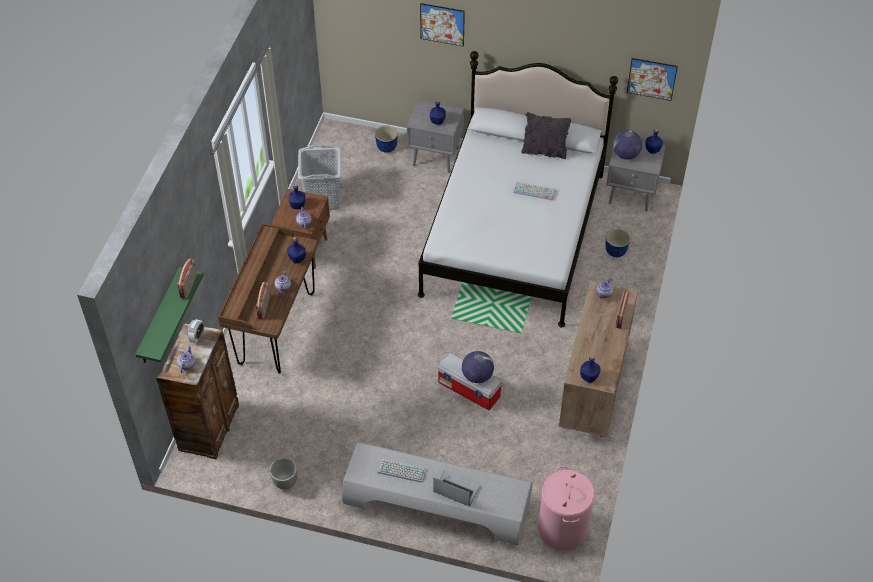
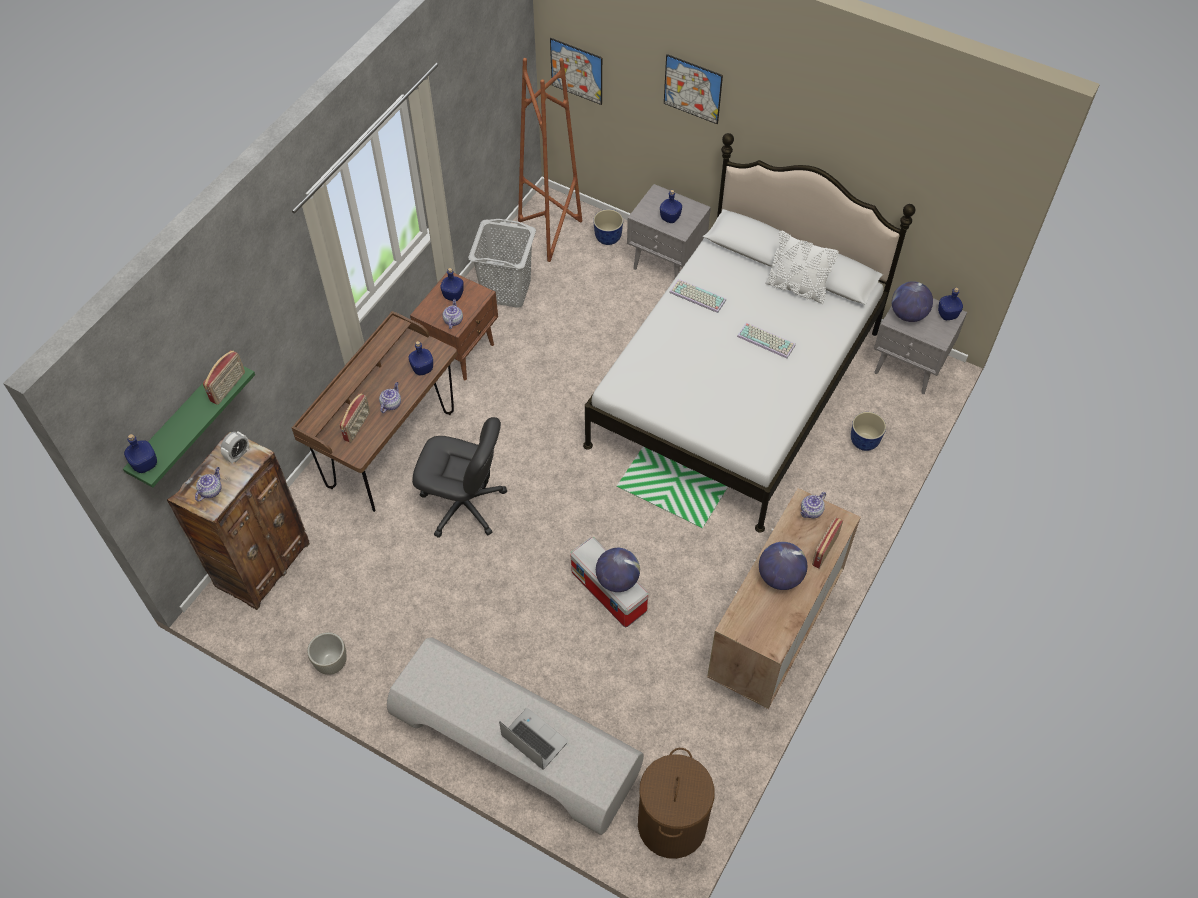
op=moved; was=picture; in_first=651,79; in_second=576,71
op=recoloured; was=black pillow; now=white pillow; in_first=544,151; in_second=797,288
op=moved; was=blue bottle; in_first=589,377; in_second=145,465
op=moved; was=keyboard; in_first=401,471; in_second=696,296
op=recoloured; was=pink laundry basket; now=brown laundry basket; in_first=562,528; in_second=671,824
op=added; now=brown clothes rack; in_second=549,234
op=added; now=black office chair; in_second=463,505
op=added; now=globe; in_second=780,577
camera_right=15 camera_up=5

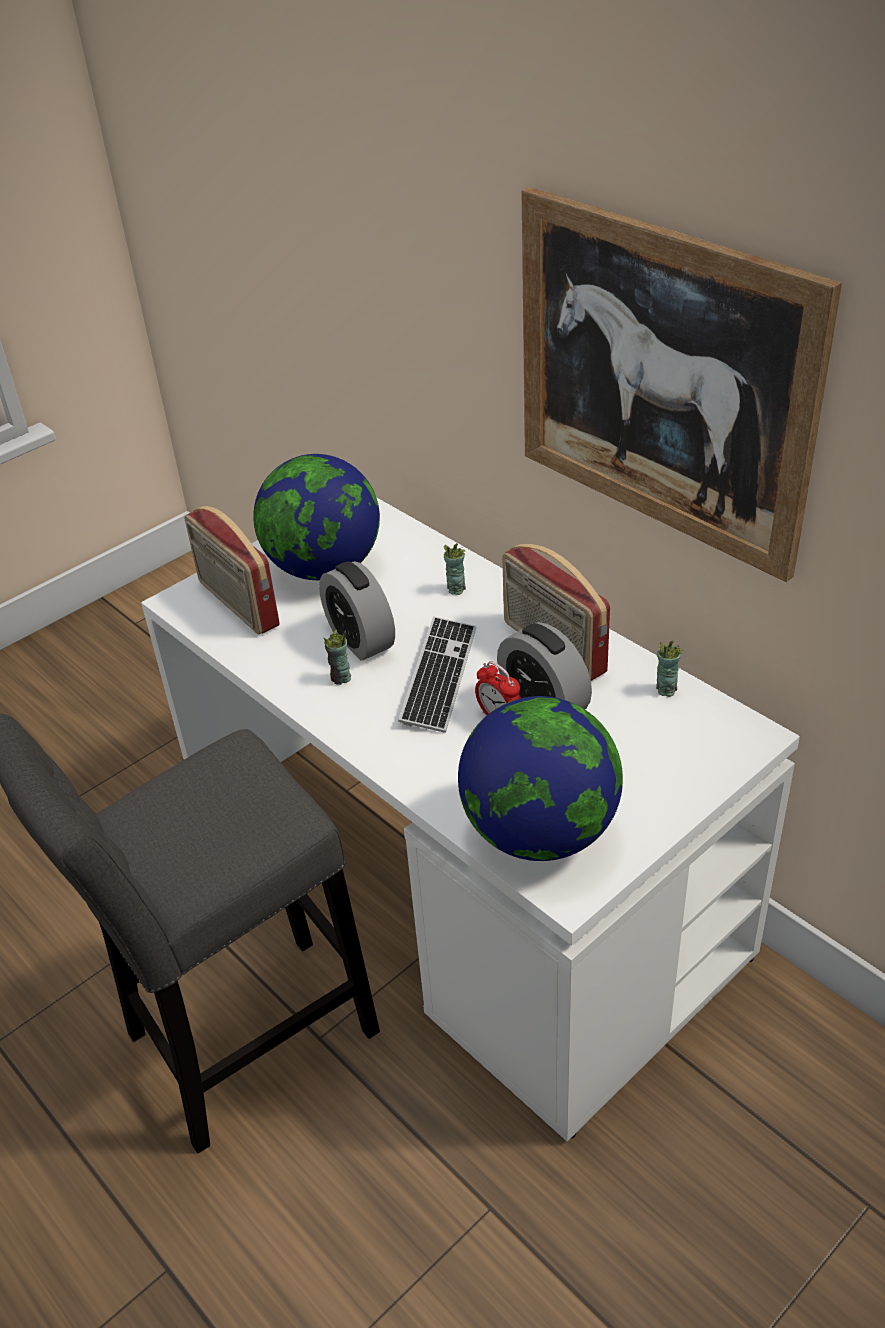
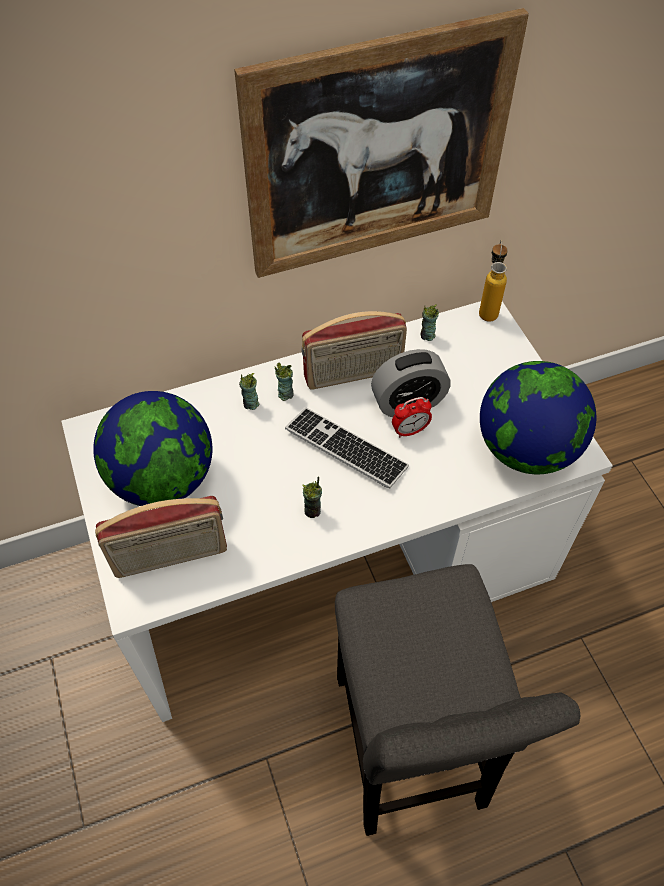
op=removed; was=alarm clock; in_first=360,639
op=added; now=bottle; in_second=488,309
op=added; now=cup; in_second=285,394
camera_right=-70 camera_up=15

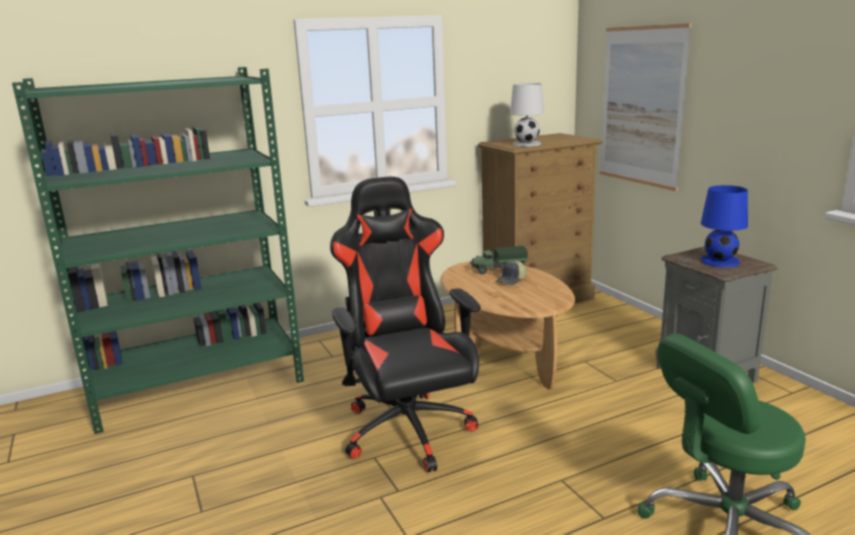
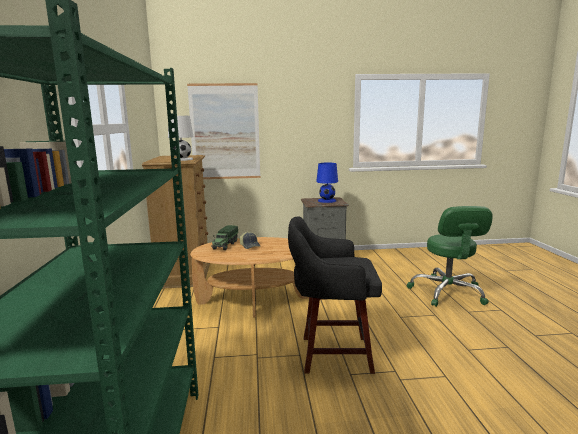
op=replaced; was=black office chair; now=black stool; in_first=410,437; in_second=332,354
camera_right=-70 camera_up=-5

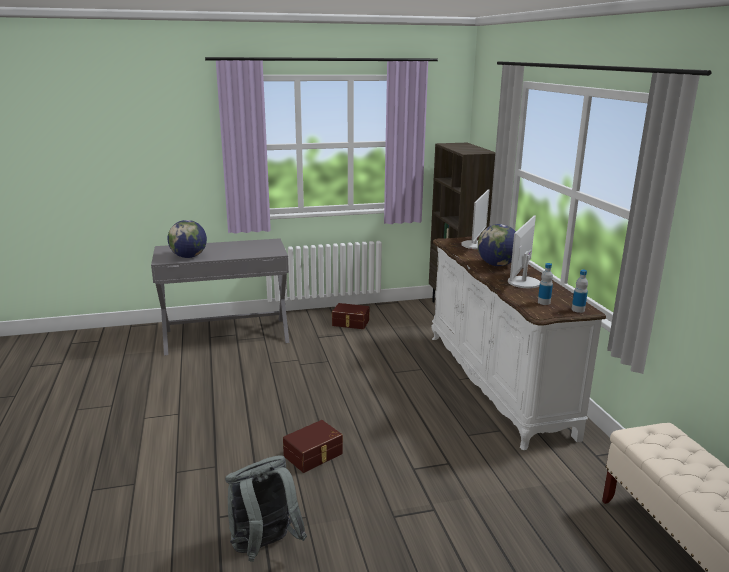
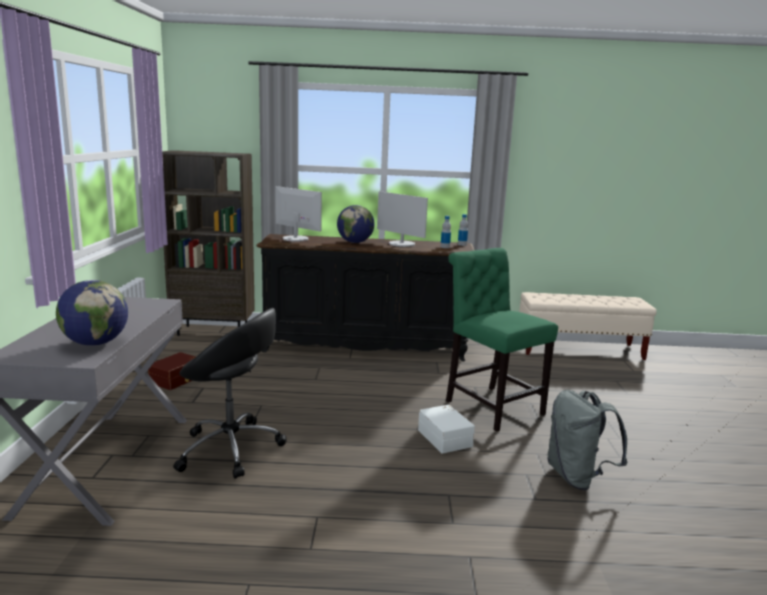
op=recoloured; was=white cabinet; now=black cabinet; in_first=493,382; in_second=365,348
op=recoloured; was=brown storage box; now=white storage box; in_first=314,455; in_second=446,438
op=added; now=green chair; in_second=490,406
op=added; now=black office chair; in_second=232,449
camera_right=-75 camera_up=-5

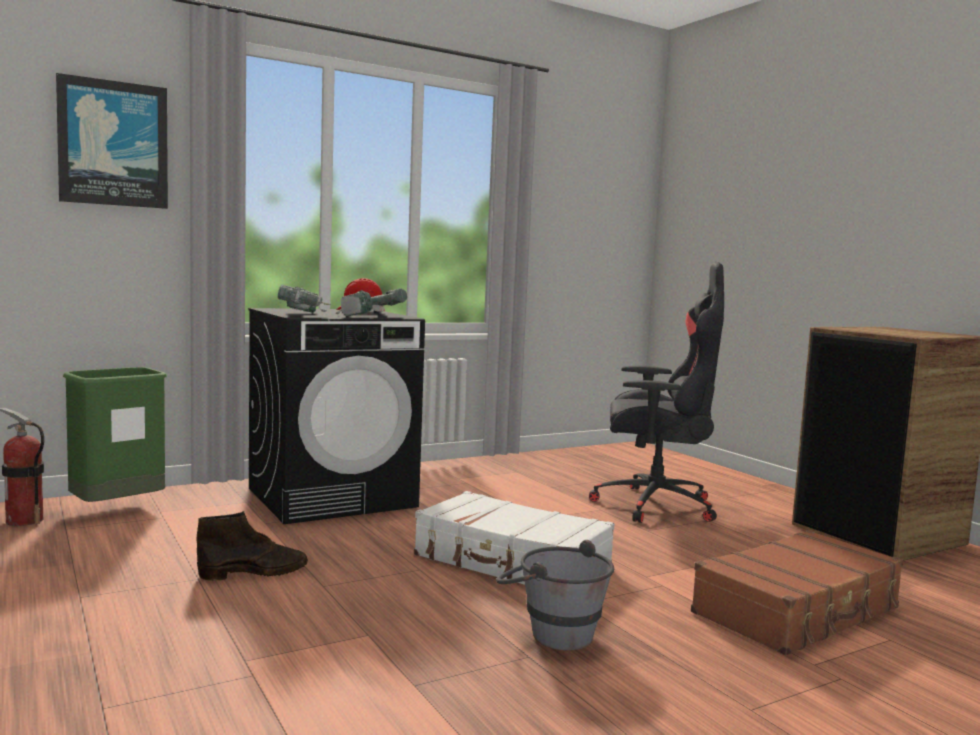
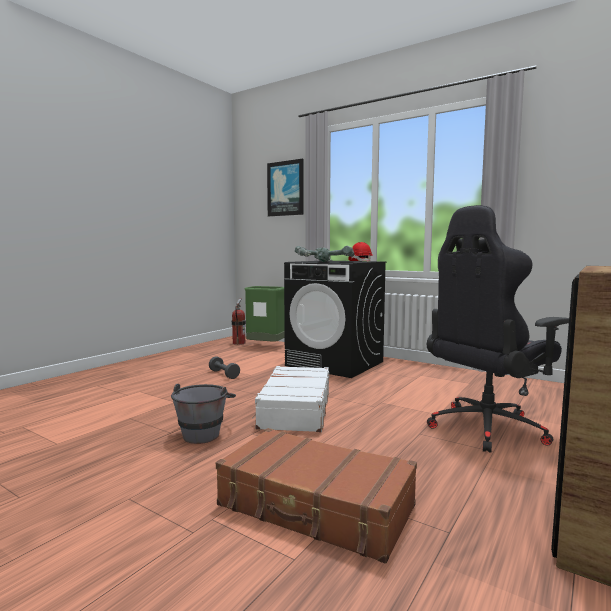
op=turned; was=black office chair; in_first=653,505; in_second=487,428; clockwise=75
op=replaced; was=brown boot; now=grey dumbbell; in_first=254,572; in_second=224,374
camera_right=65 camera_up=0

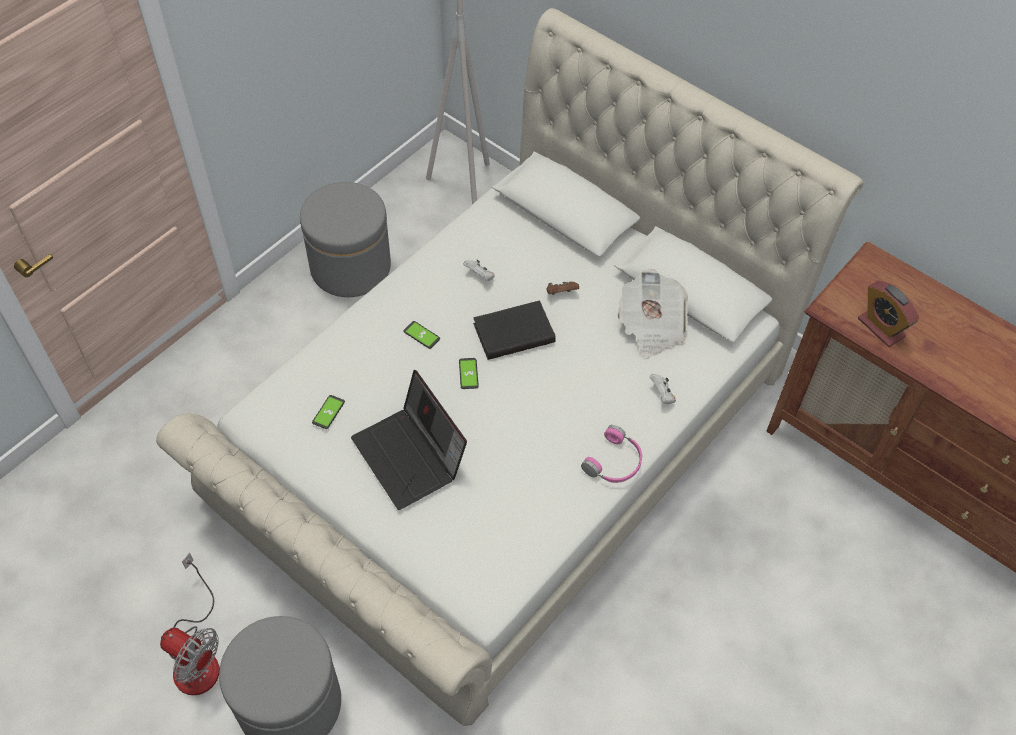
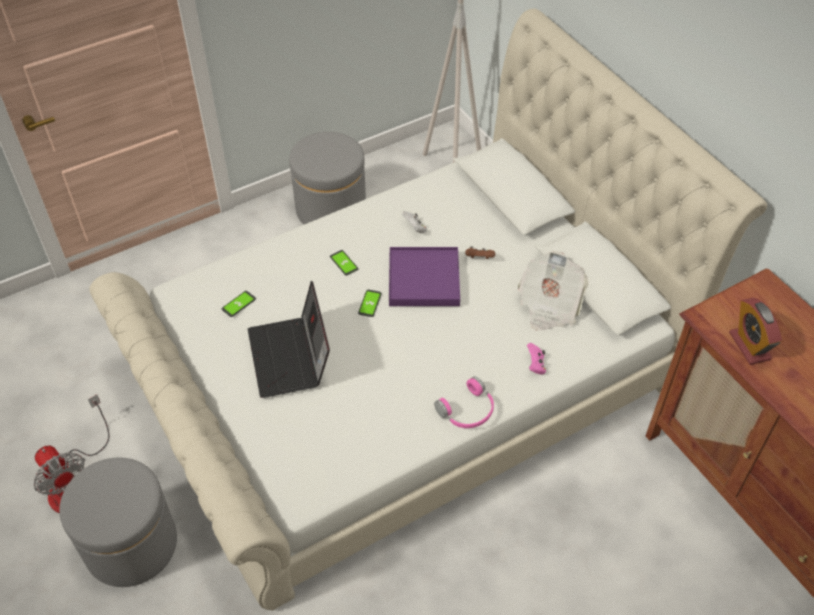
op=replaced; was=black book; now=purple tray; in_first=513,331; in_second=424,279
op=recoloured; was=white game controller; now=pink game controller; in_first=662,395; in_second=535,365
camera_right=20 camera_up=-5

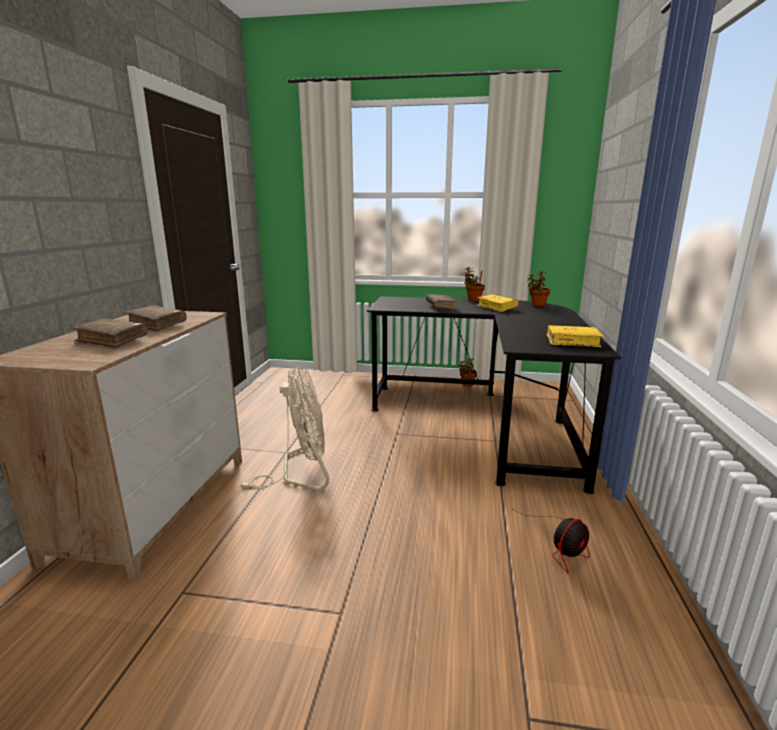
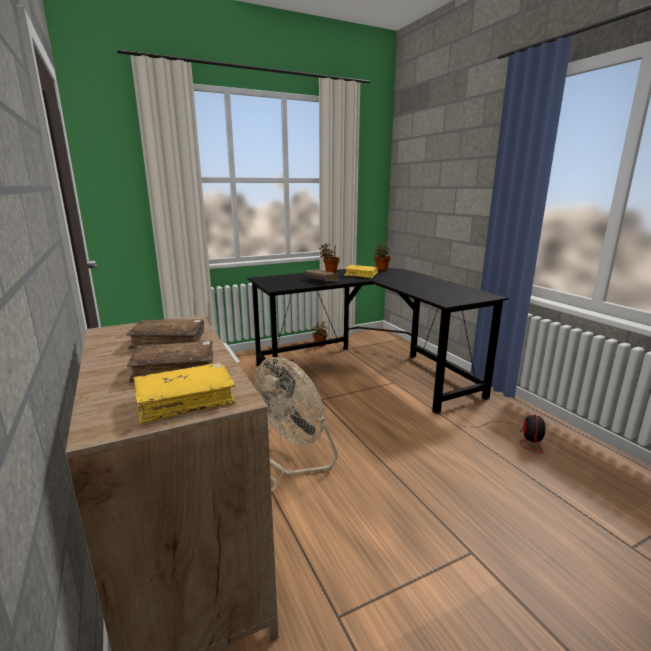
op=moved; was=yellow book; in_first=572,342; in_second=185,401
camera_right=-35 camera_up=0

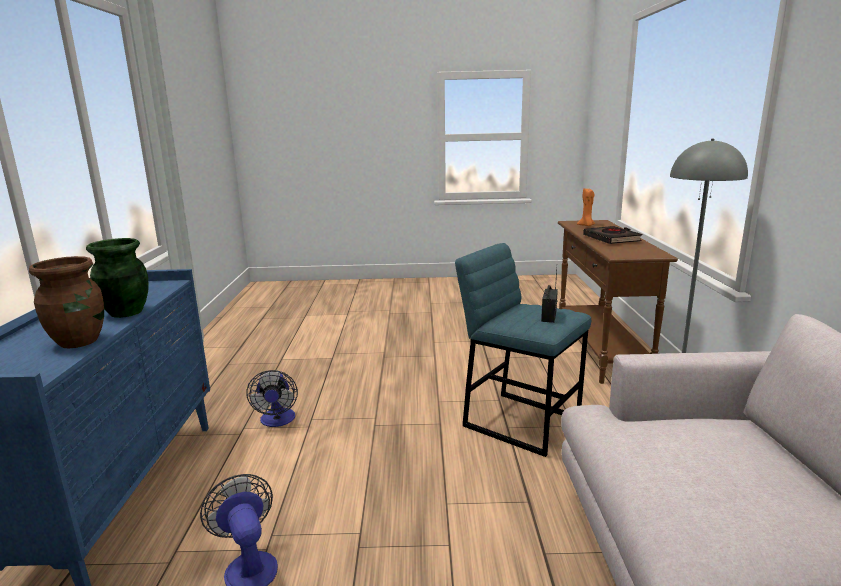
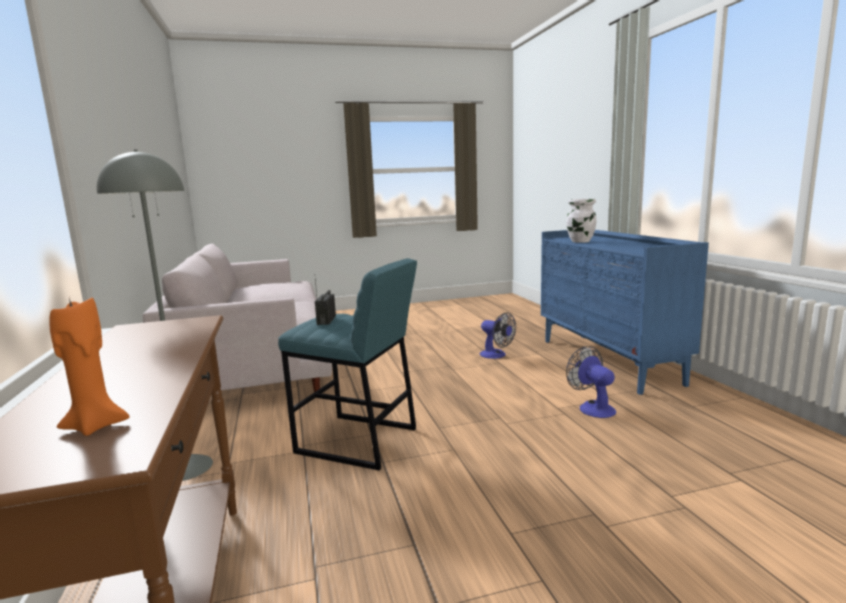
op=removed; was=black book; in_first=611,239
op=removed; was=green vase; in_first=126,313
op=recoloured; was=brown vase; now=white vase; in_first=80,341; in_second=580,241
camera_right=165 camera_up=-5

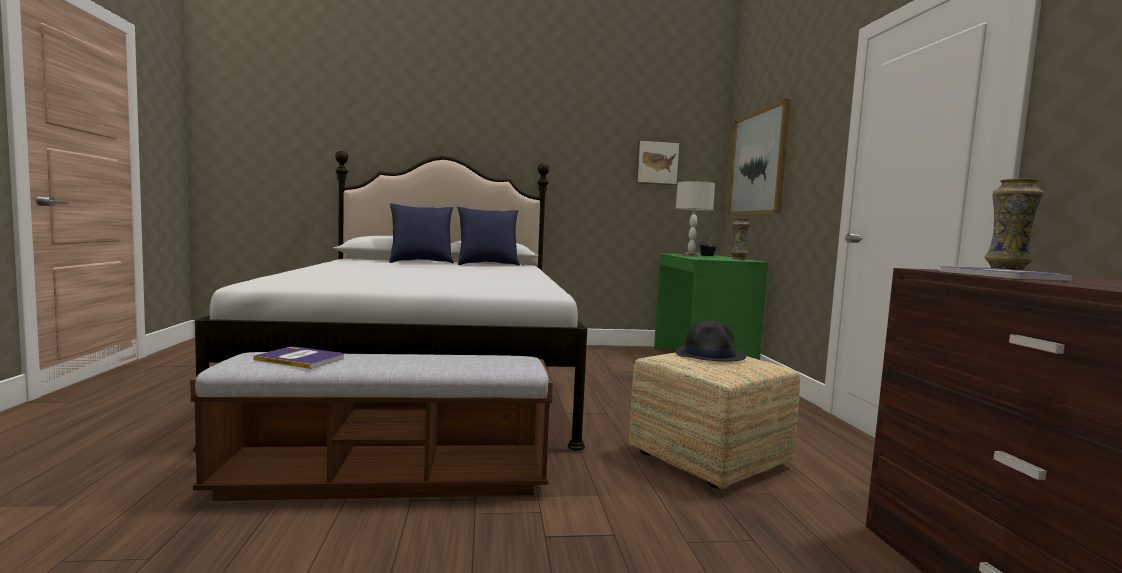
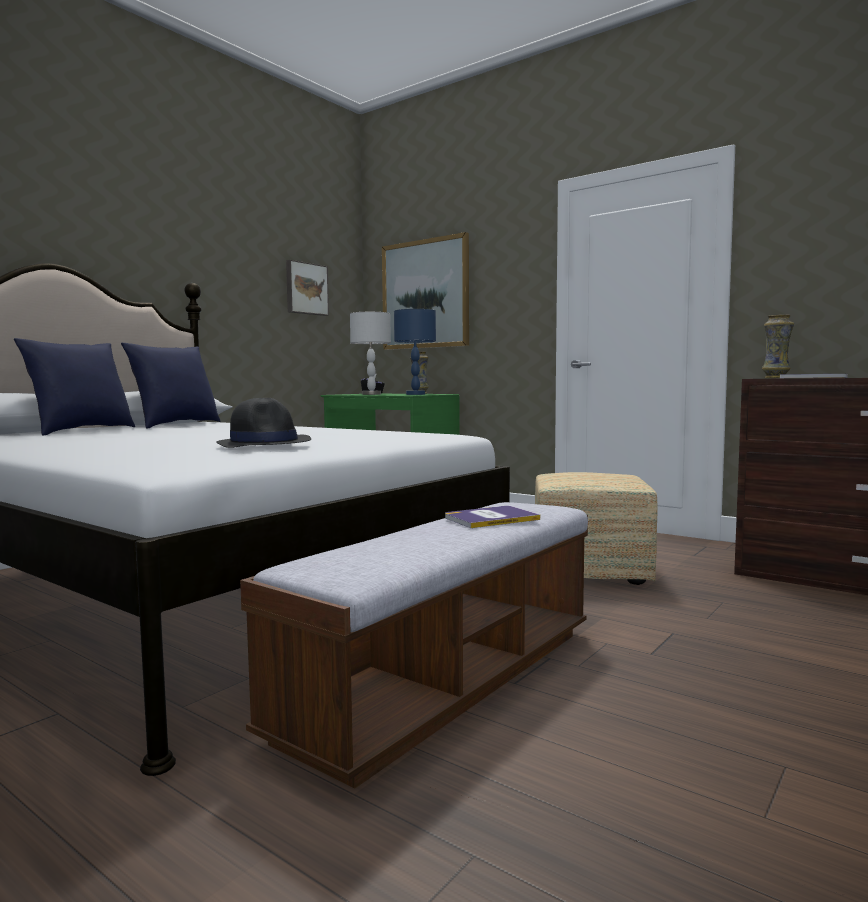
op=moved; was=black hat; in_first=710,355; in_second=265,443
op=moved; was=book; in_first=301,359; in_second=490,518
op=added; now=blue table lamp; in_second=415,394
camera_right=-45 camera_up=0

